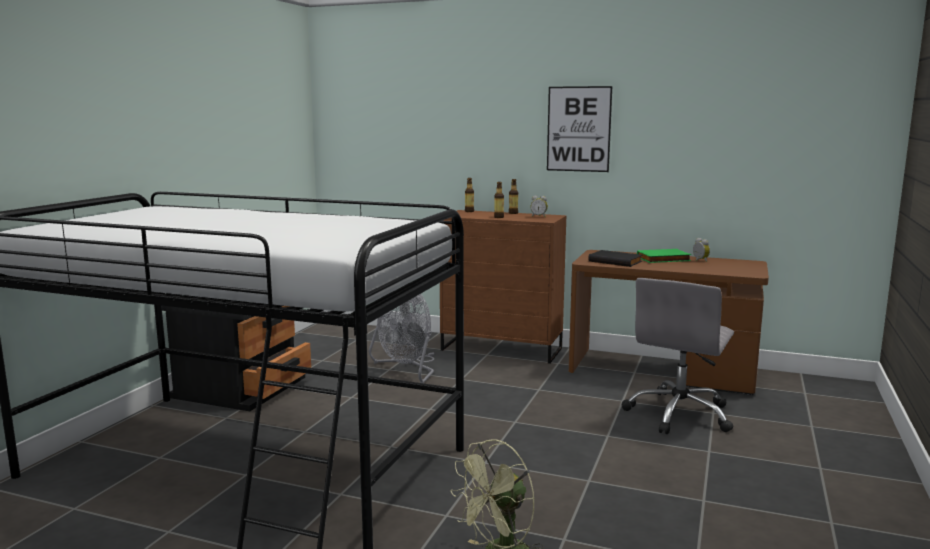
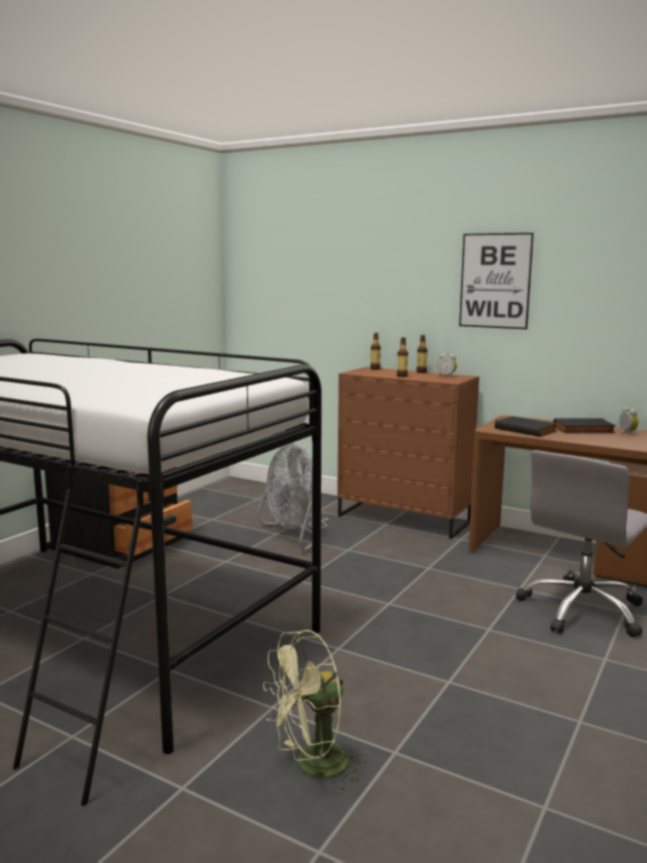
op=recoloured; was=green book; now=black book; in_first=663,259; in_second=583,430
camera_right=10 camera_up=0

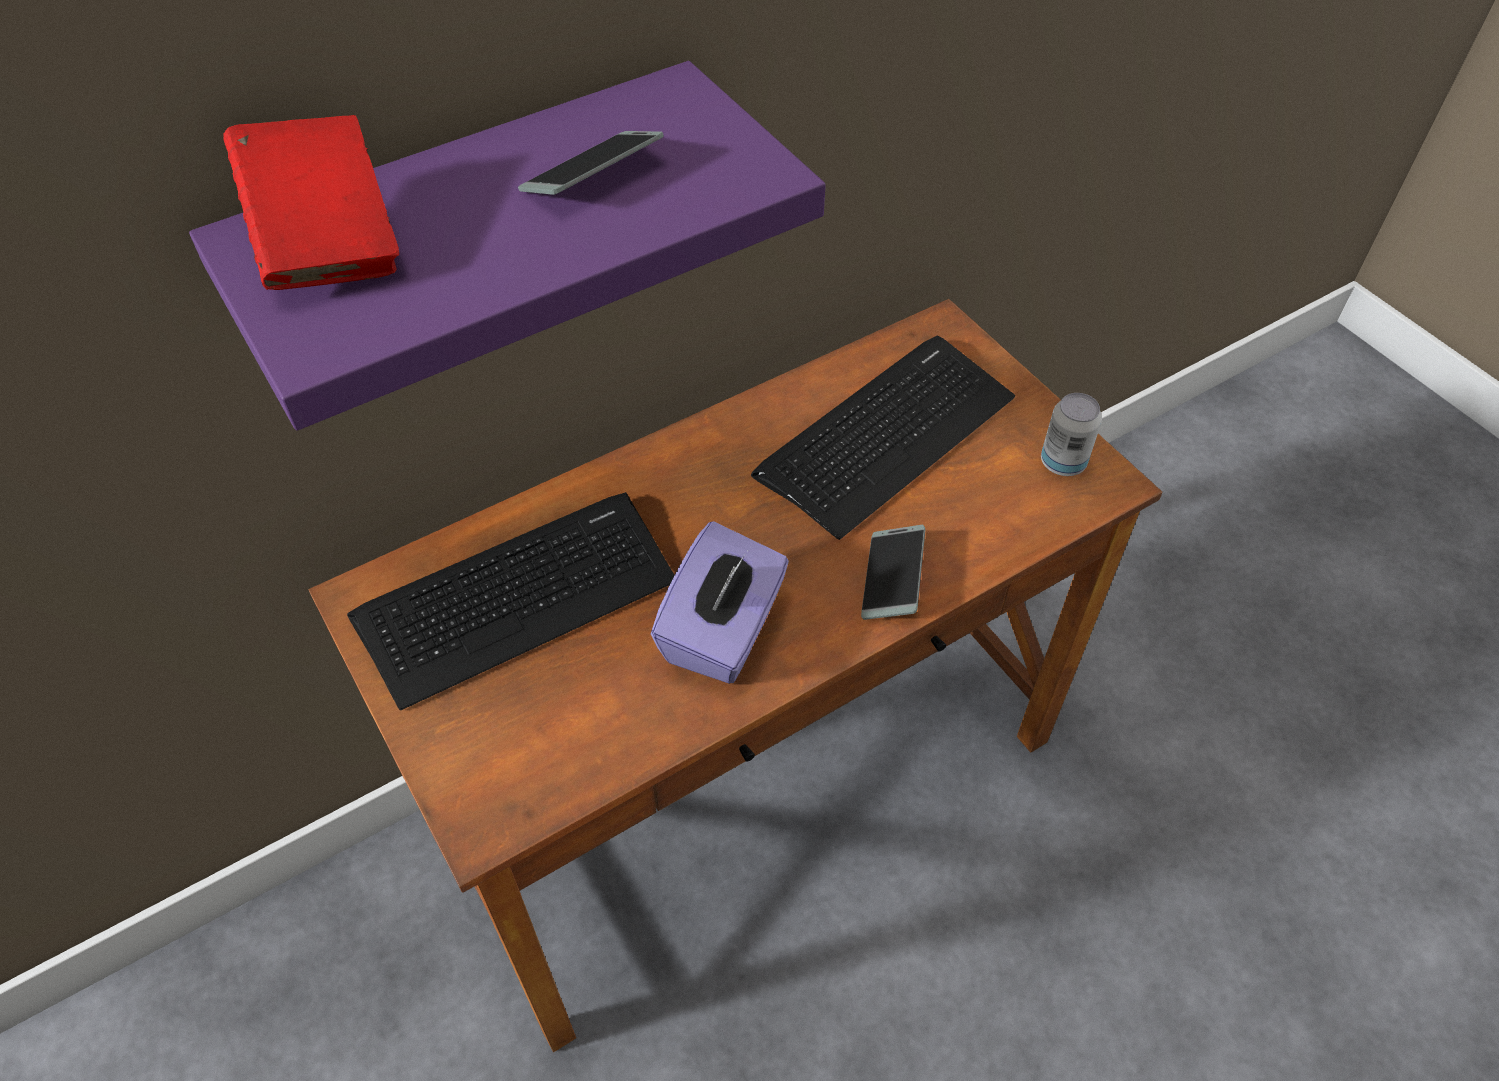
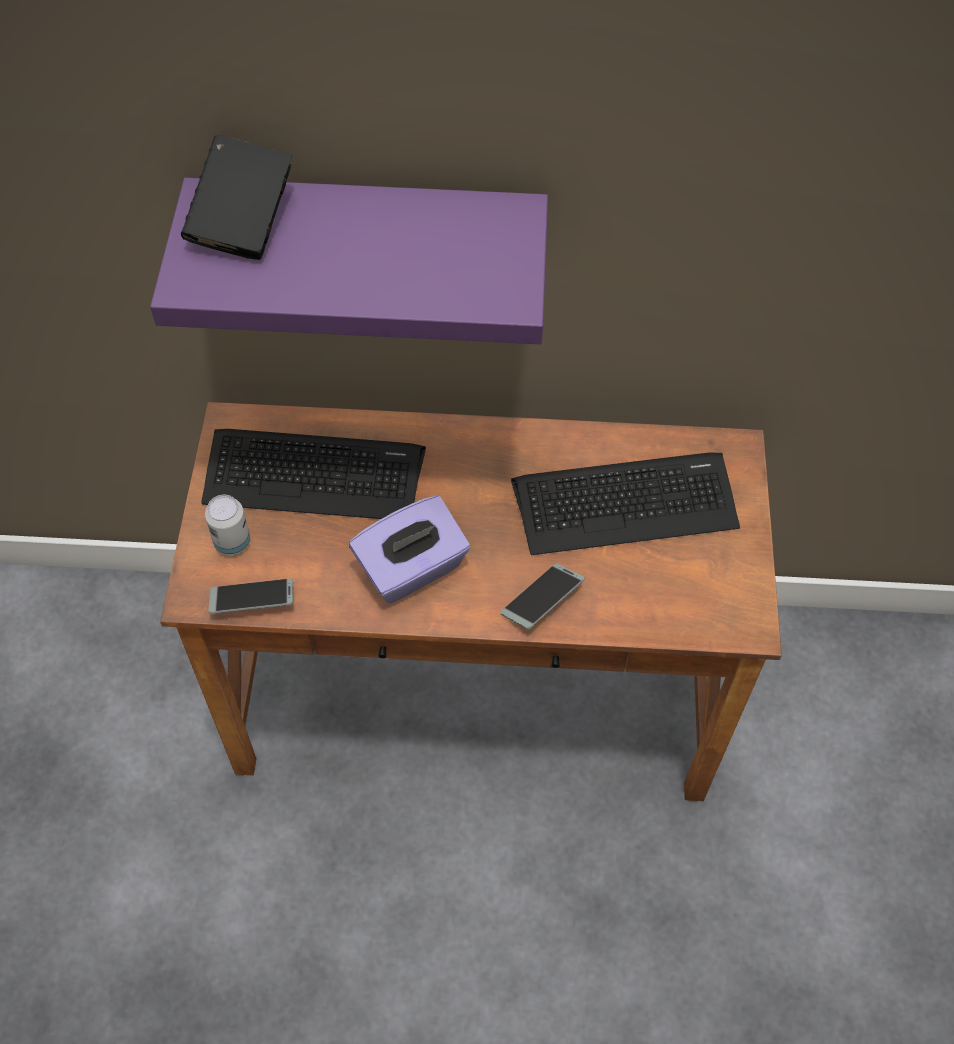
op=recoloured; was=red book; now=black book; in_first=326,242; in_second=242,221
op=moved; was=phone; in_first=592,176; in_second=252,600
op=moved; was=can; in_first=1062,463; in_second=232,542
camera_right=35 camera_up=5

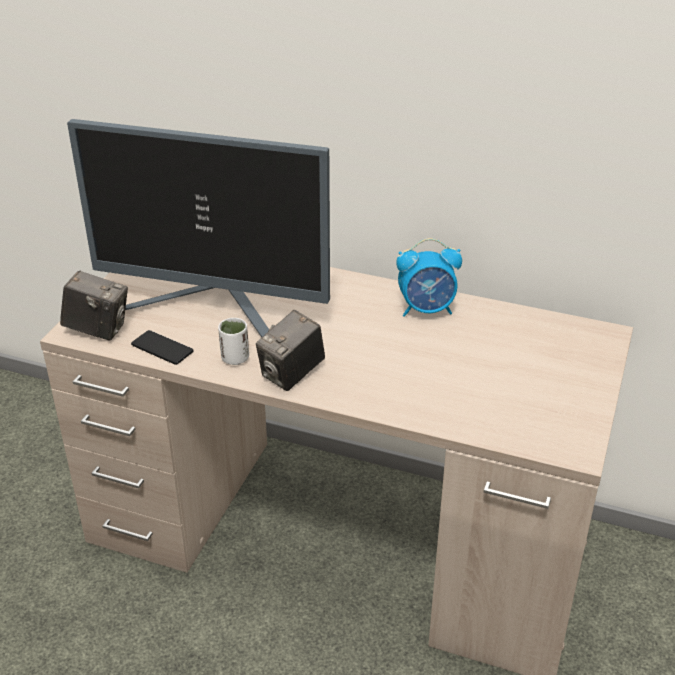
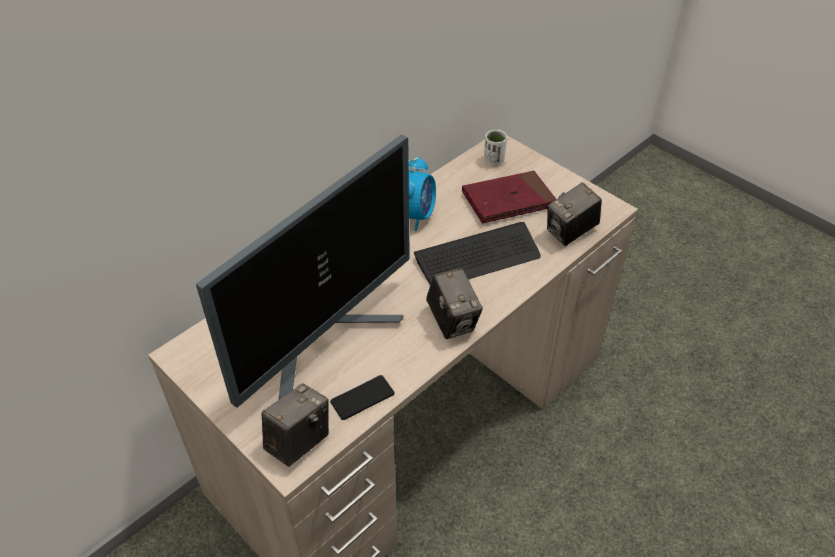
op=moved; was=white cup; in_first=235,358; in_second=494,160
op=added; now=red book; in_second=508,200
op=added; now=photo camera; in_second=570,232
op=added; now=keyboard; in_second=477,257
camera_right=-65 camera_up=10

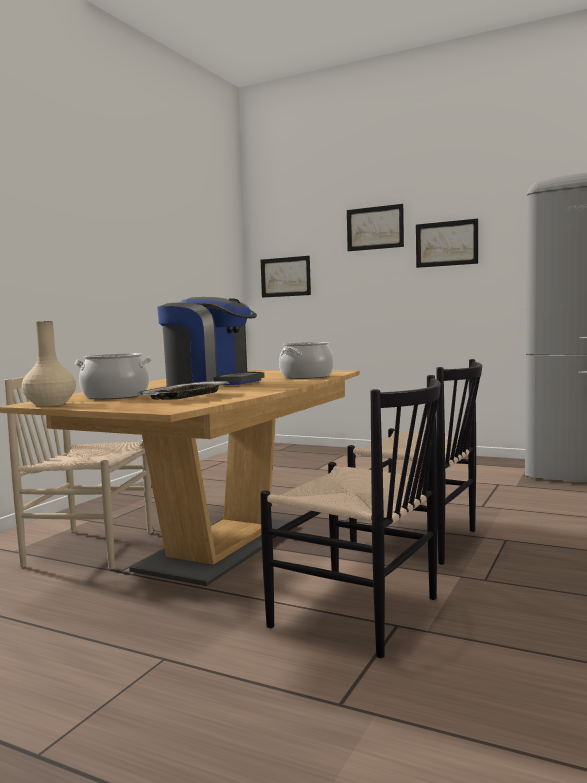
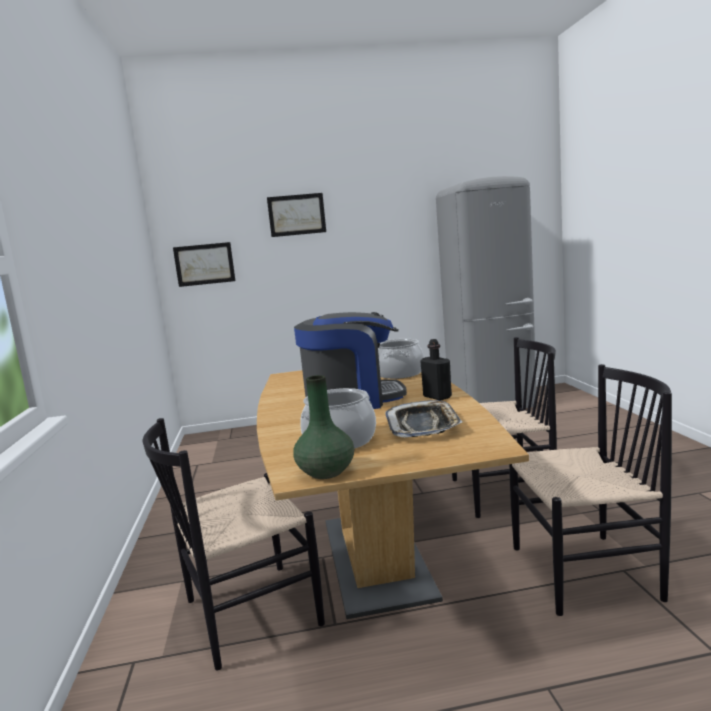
op=removed; was=picture; in_first=446,243
op=recoloured; was=beige vase; now=green vase; in_first=51,404; in_second=326,472
op=recoloured; was=beige chair; now=black chair; in_first=85,549; in_second=246,615
op=added; now=black bottle; in_second=437,397
camera_right=-35 camera_up=5

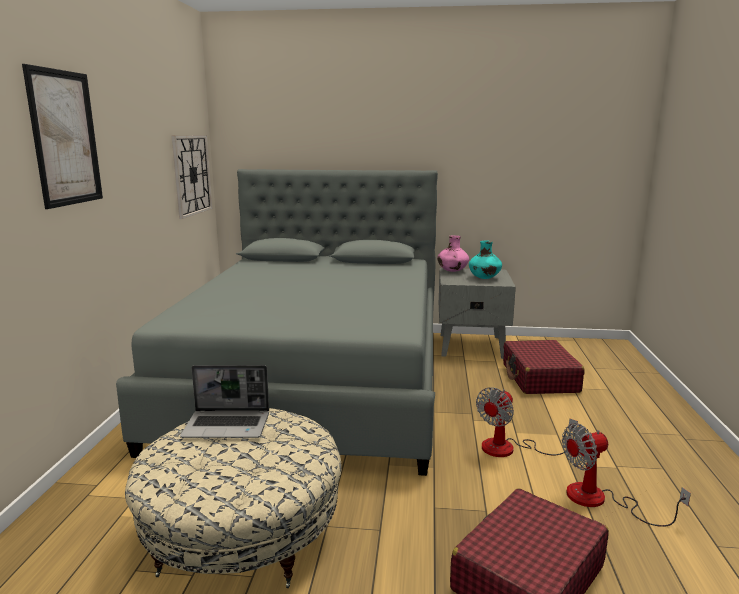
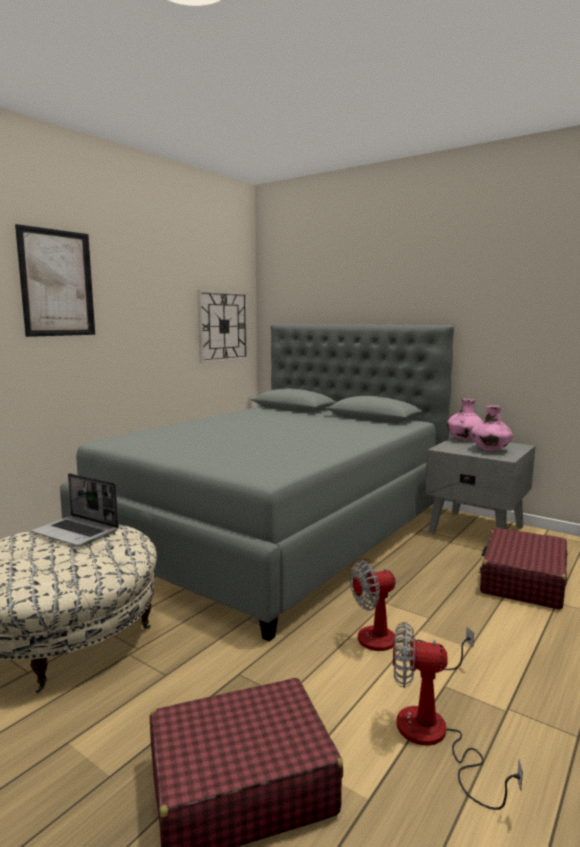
op=recoloured; was=turquoise vase; now=pink vase; in_first=484,278; in_second=490,450
camera_right=30 camera_up=-5

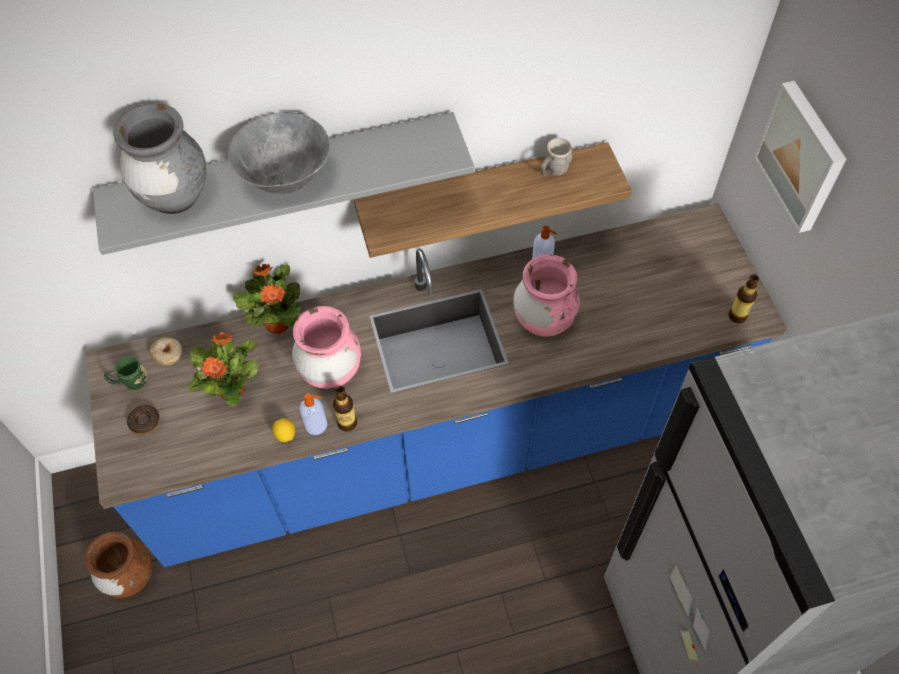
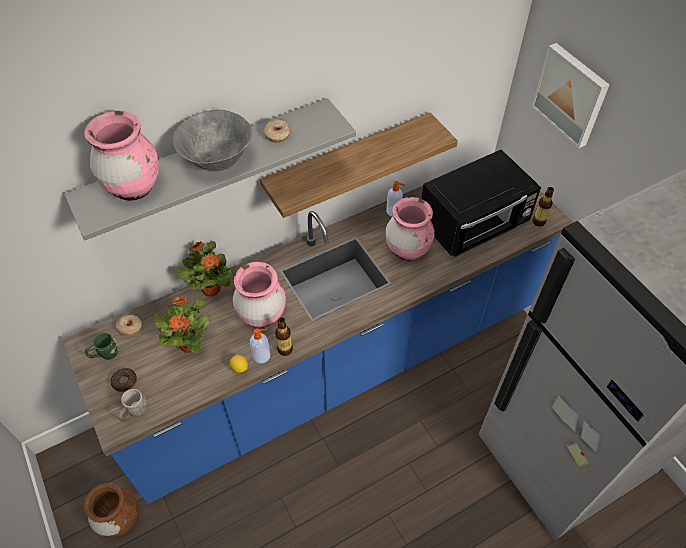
op=recoloured; was=grey vase; now=pink vase; in_first=175,197; in_second=134,188
op=moved; was=grey mug; in_first=553,171; in_second=134,412
op=added; now=donut; in_second=278,134
op=added; now=black microwave; in_second=474,225
camera_right=-15 camera_up=-5

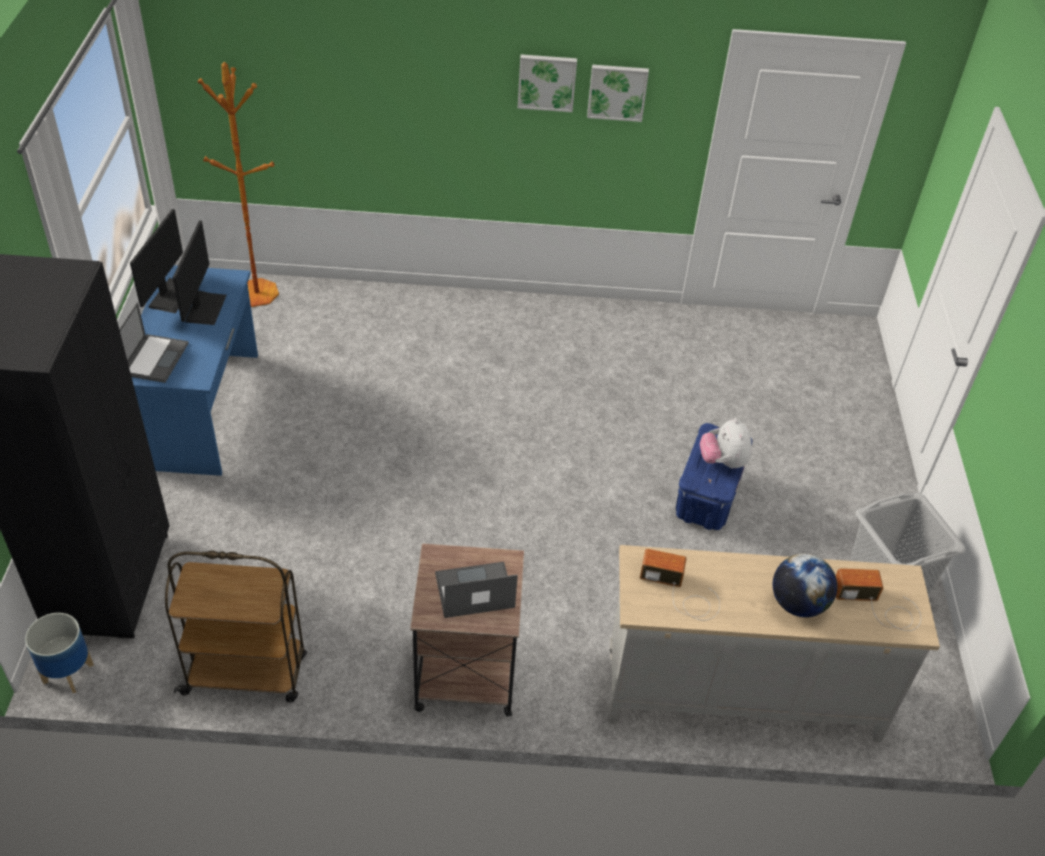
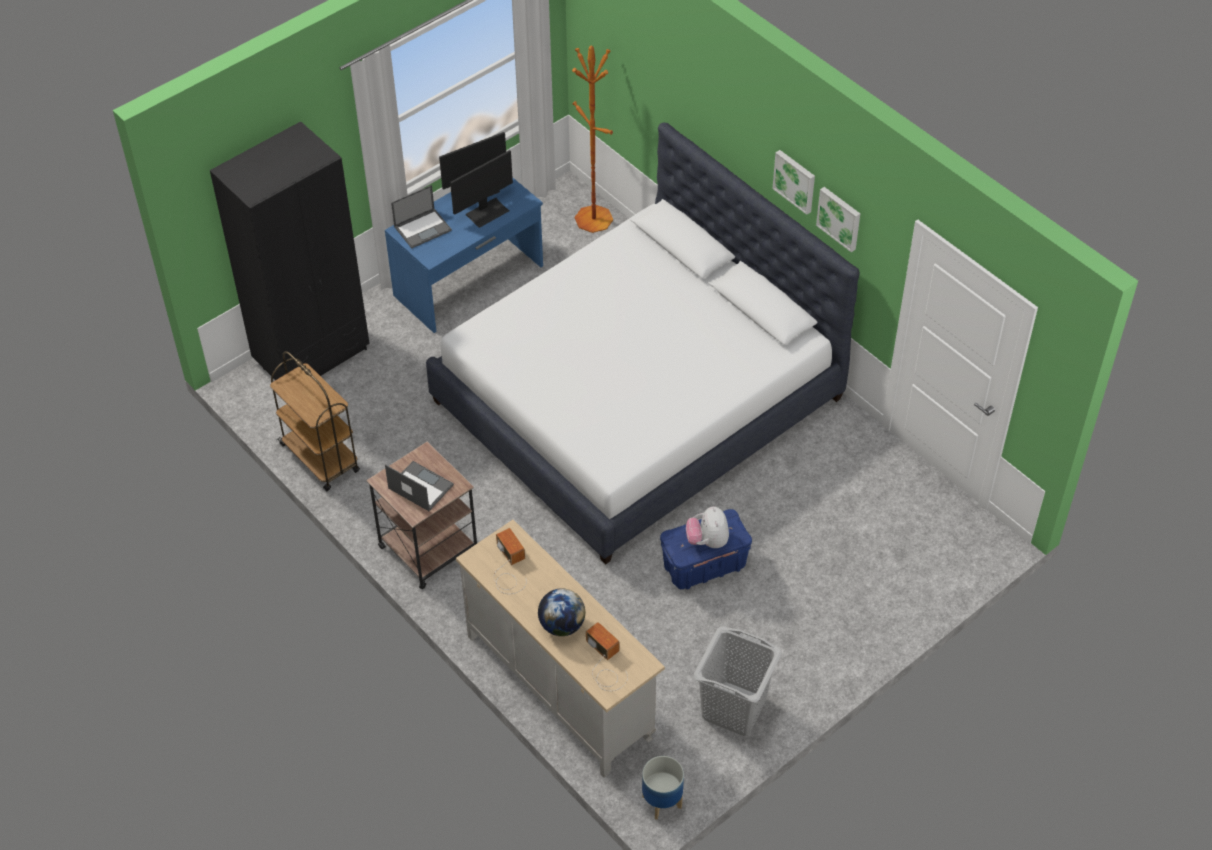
op=turned; was=plush toy; in_first=723,462; in_second=707,541; clockwise=-45
op=moved; was=planter; in_first=68,674; in_second=661,802
op=added; now=white bed; in_second=637,399
camera_right=50 camera_up=5

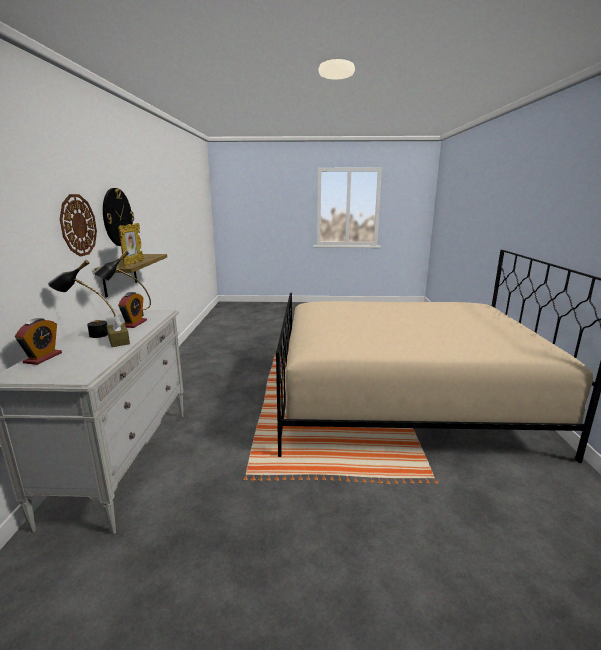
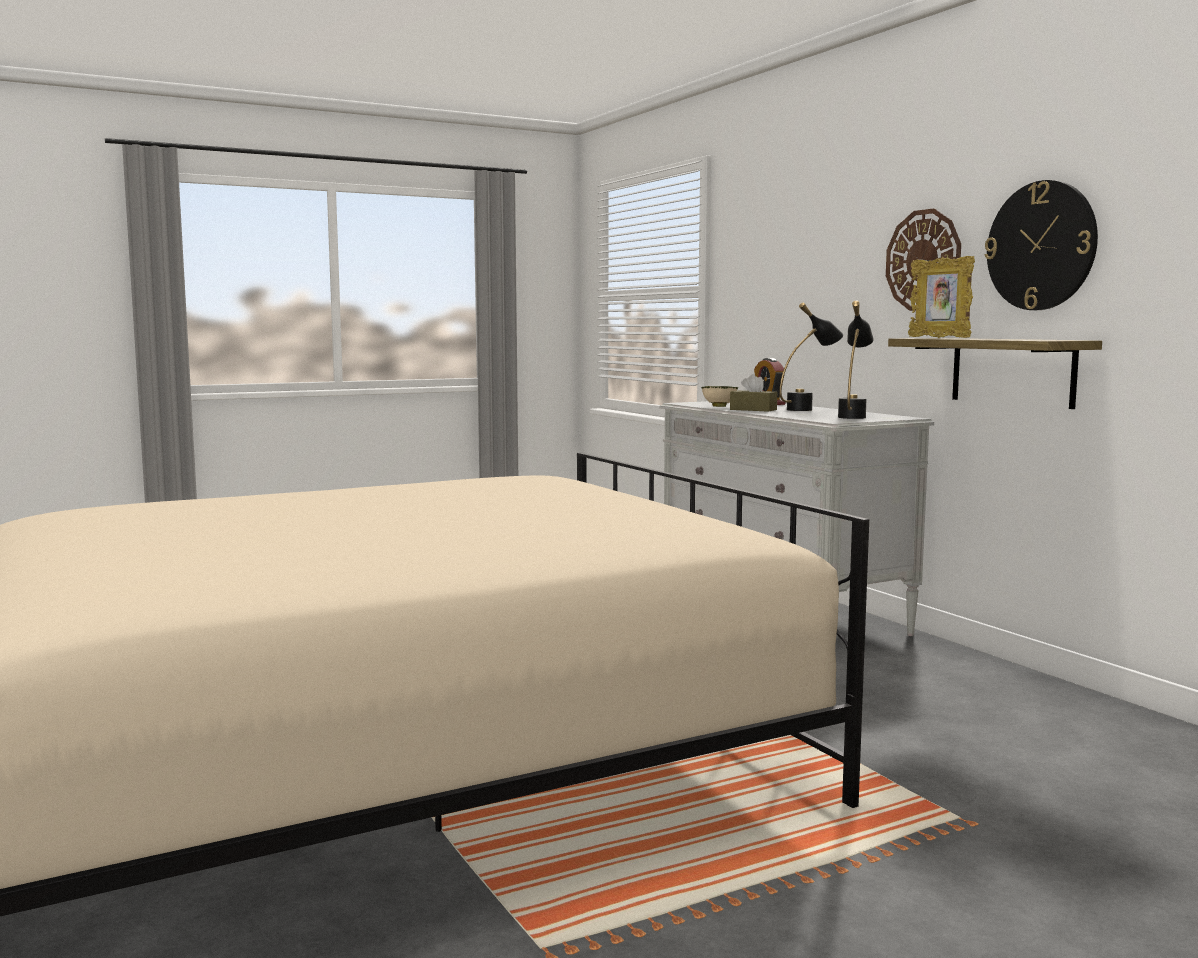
op=removed; was=alarm clock; in_first=134,323
op=added; now=beige bowl; in_second=718,407
camera_right=150 camera_up=-10

